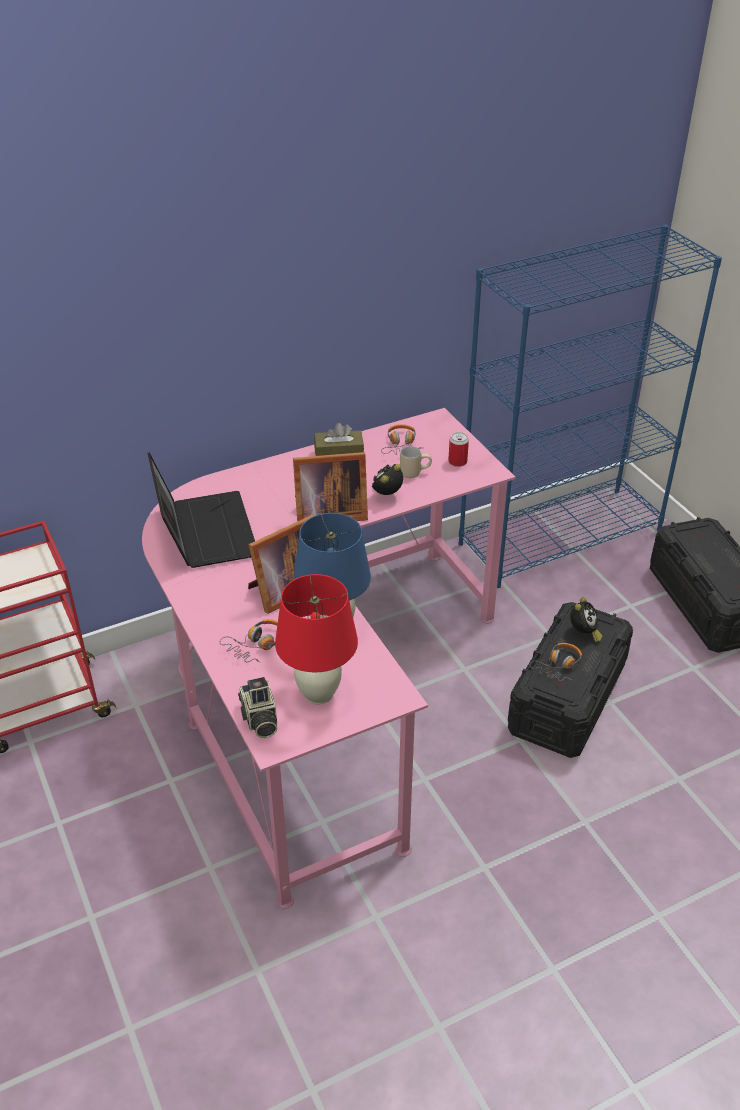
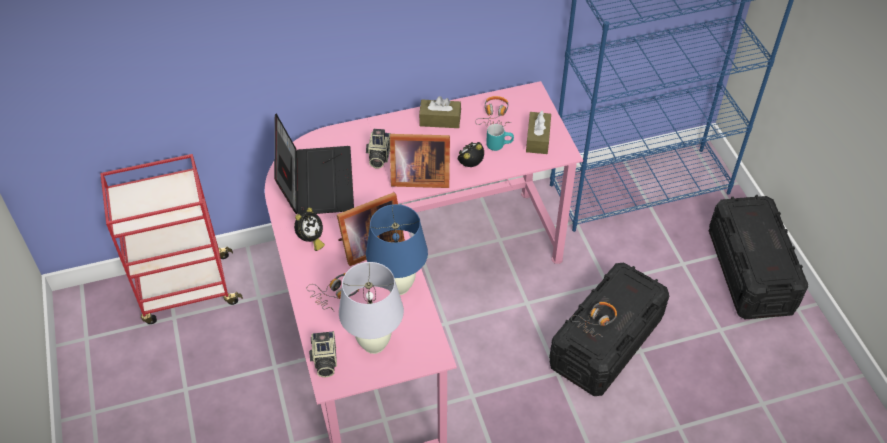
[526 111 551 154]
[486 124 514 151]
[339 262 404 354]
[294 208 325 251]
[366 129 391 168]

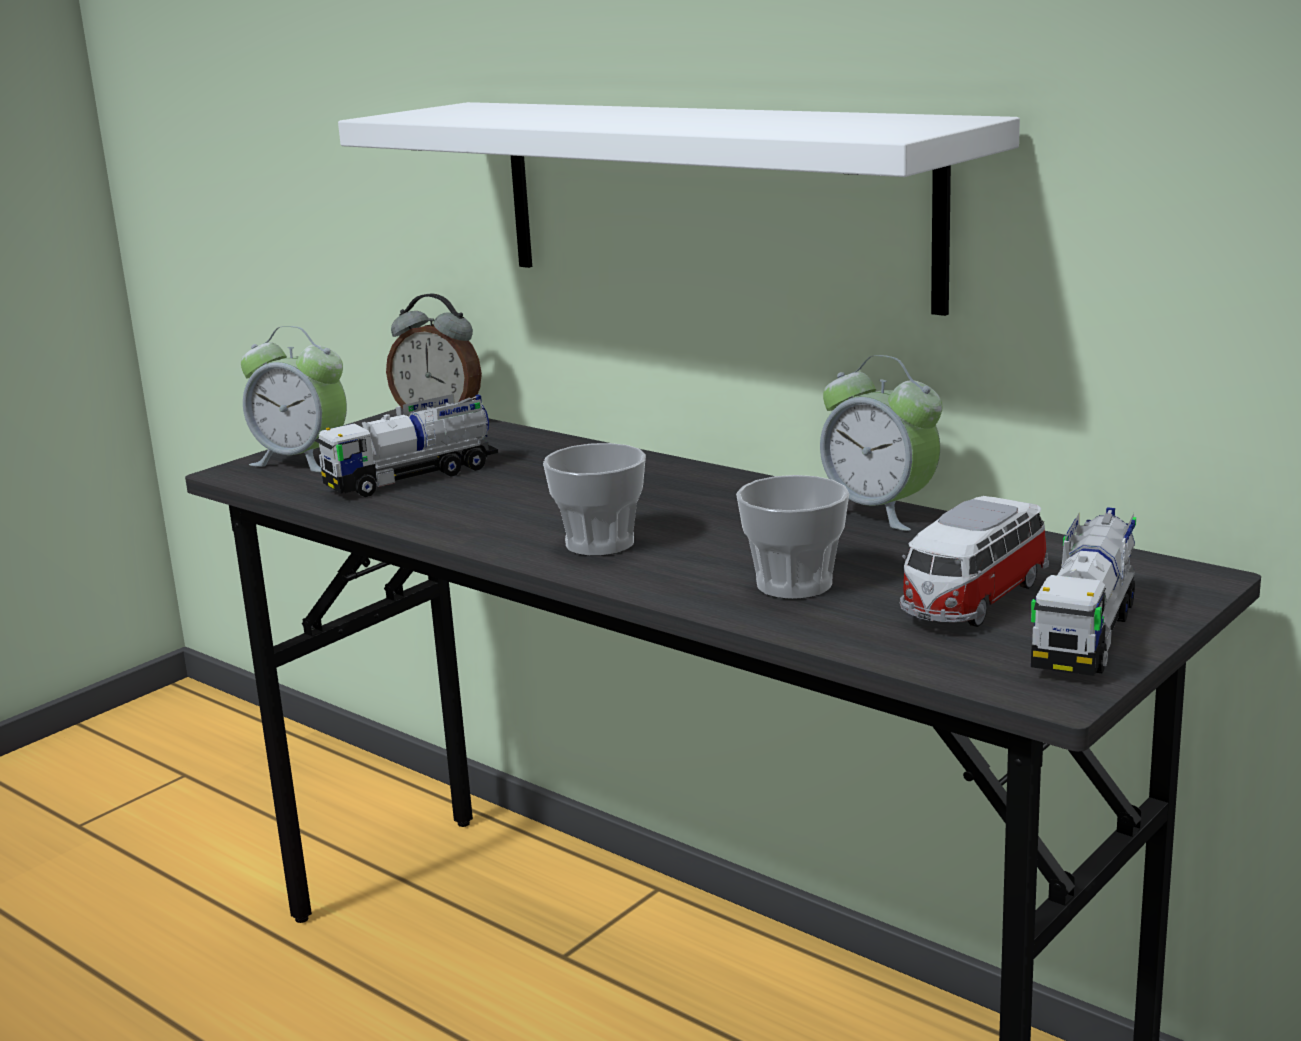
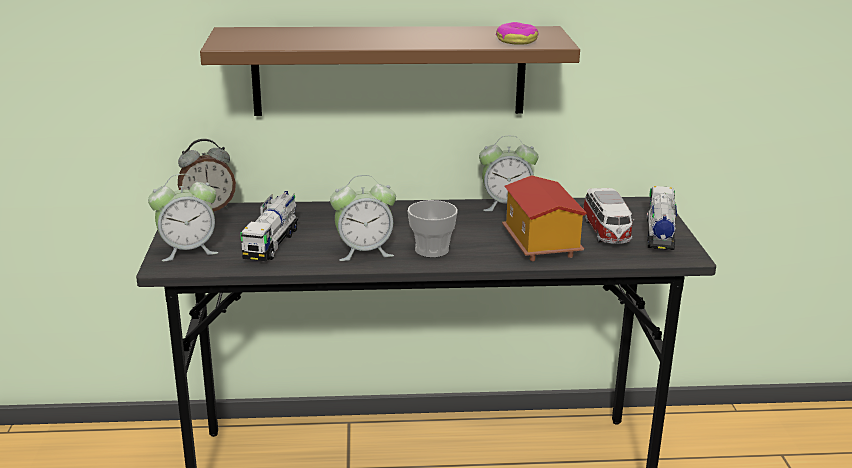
[200 26 580 116]
[502 175 587 261]
[647 186 677 250]
[496 22 539 45]
[330 175 396 261]

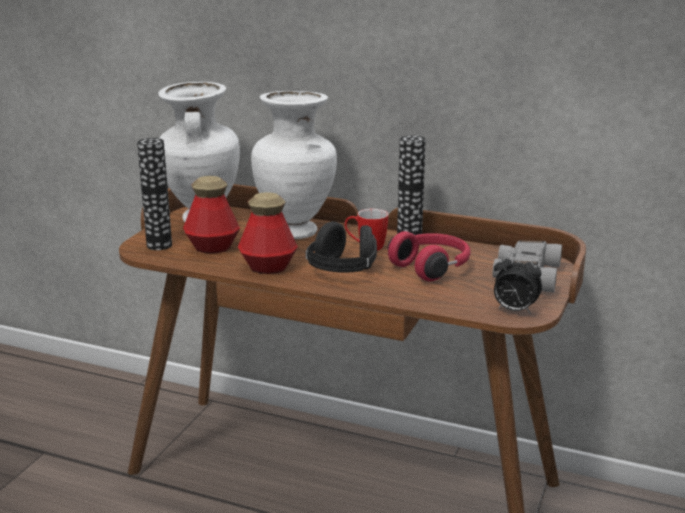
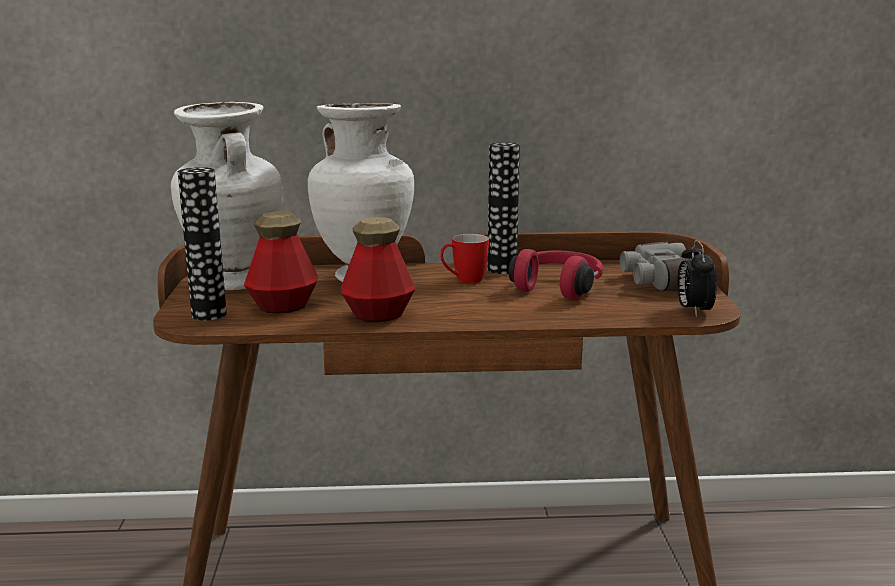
[306 221 377 273] (first image)
[677 240 717 317]

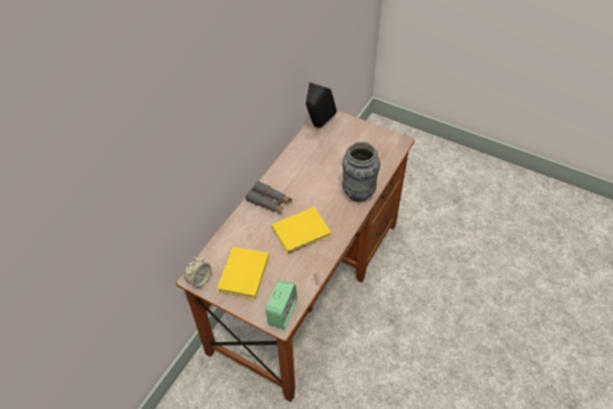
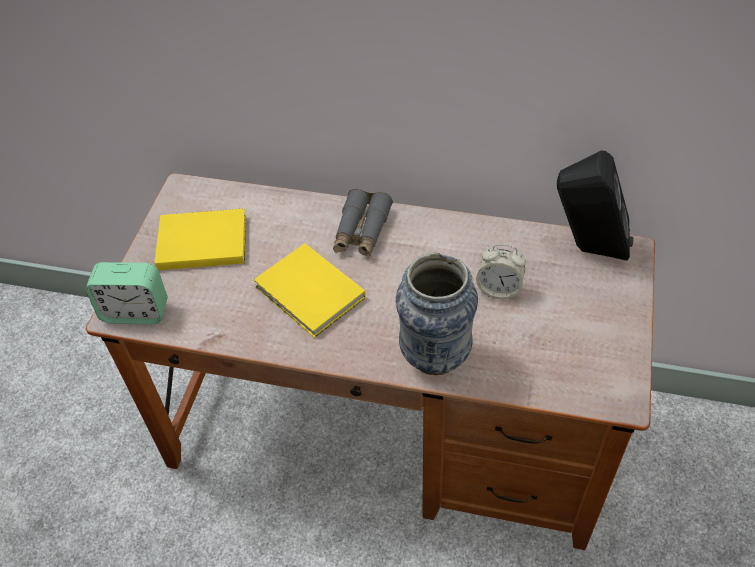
[476 244 526 299]

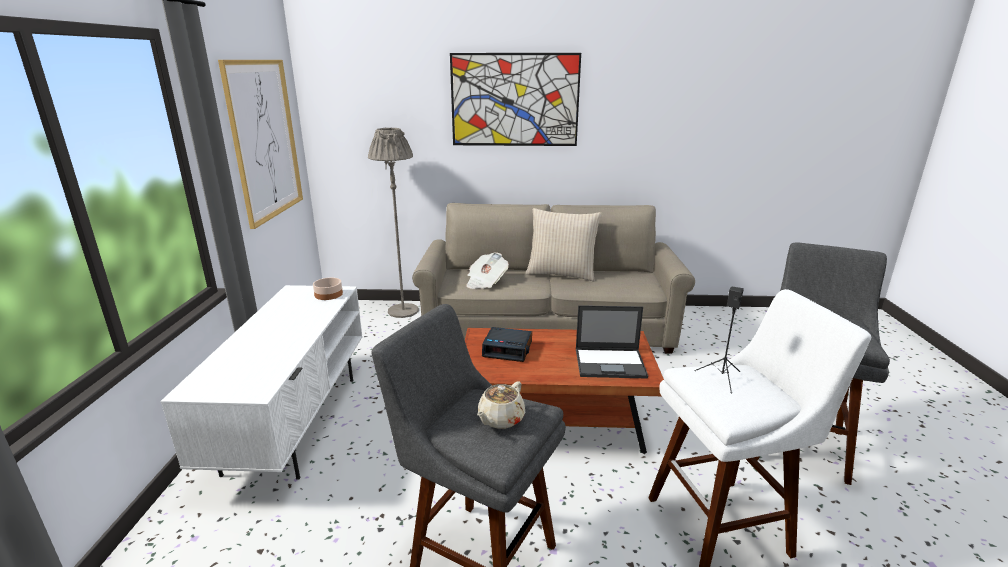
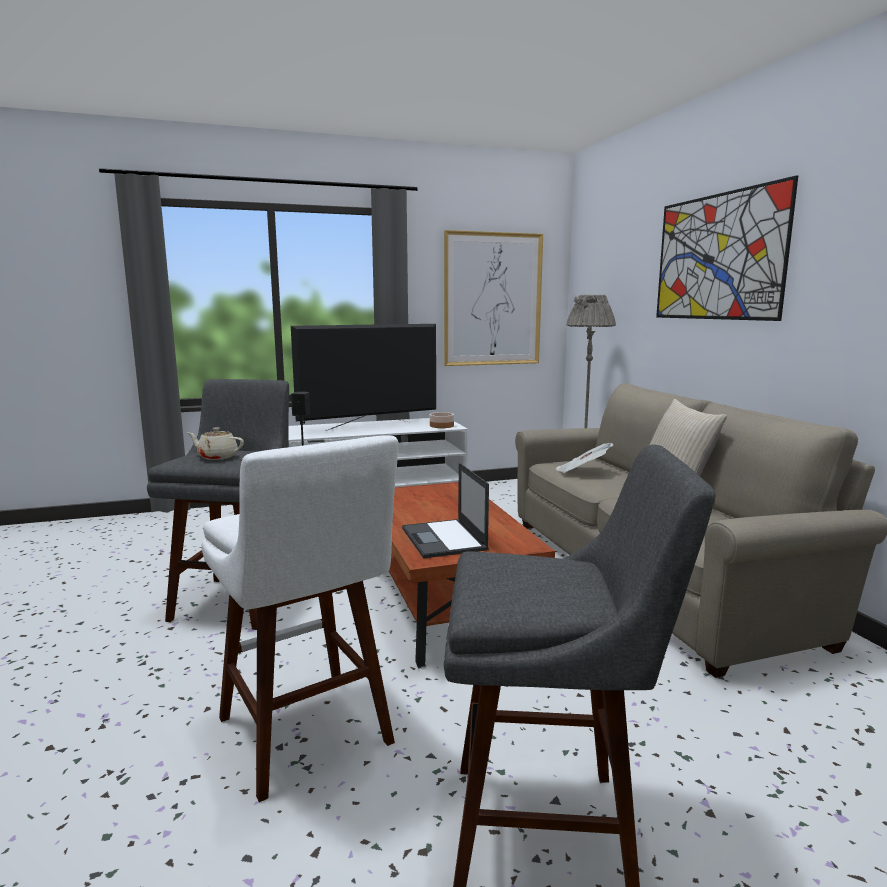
[482 327 532 362] (first image)
[291 324 436 431]

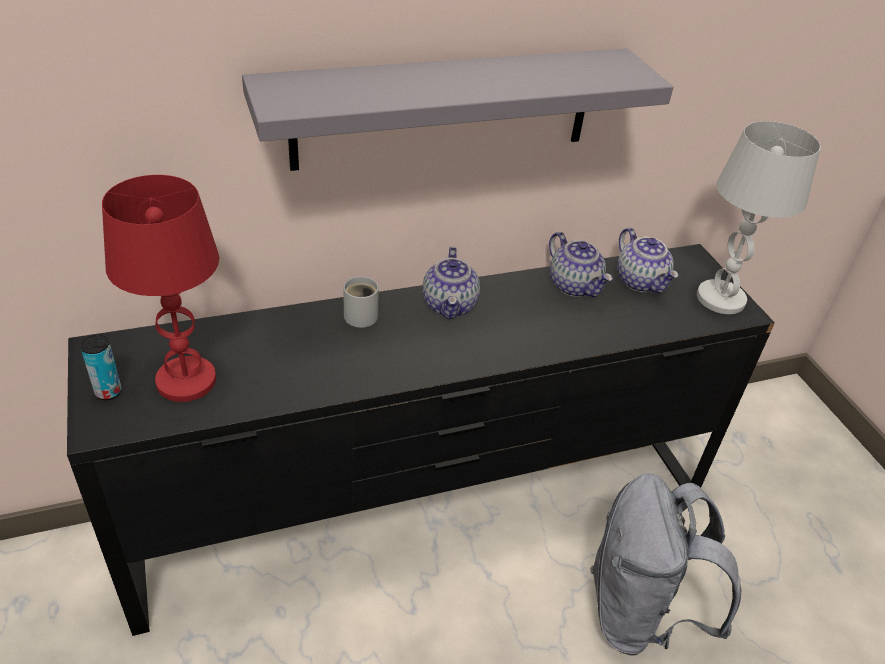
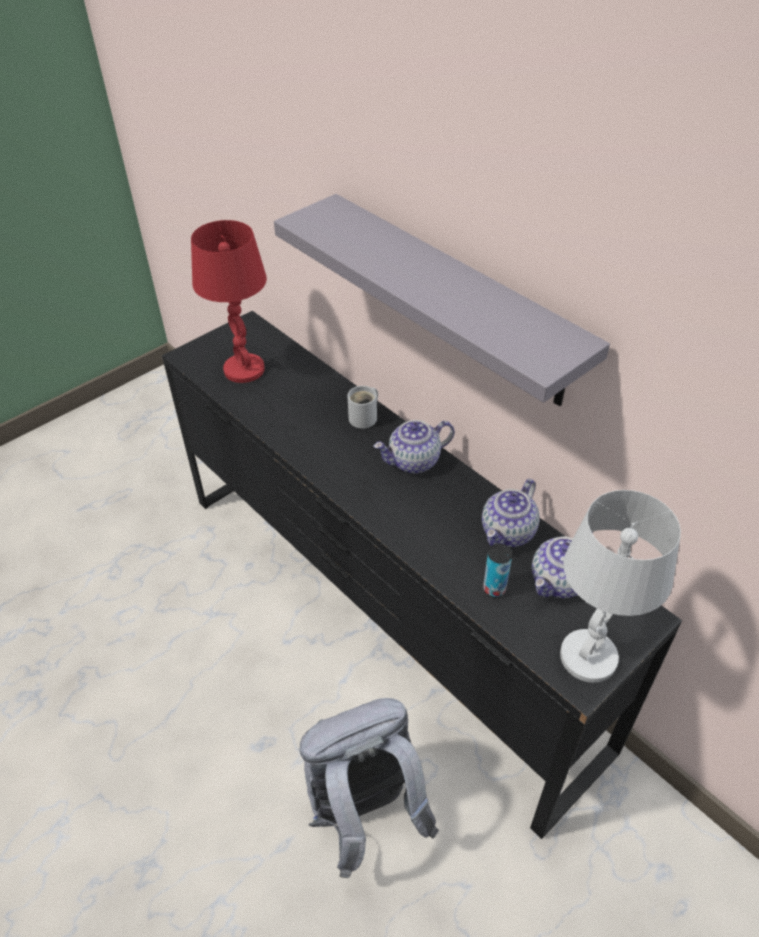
[483 544 512 597]

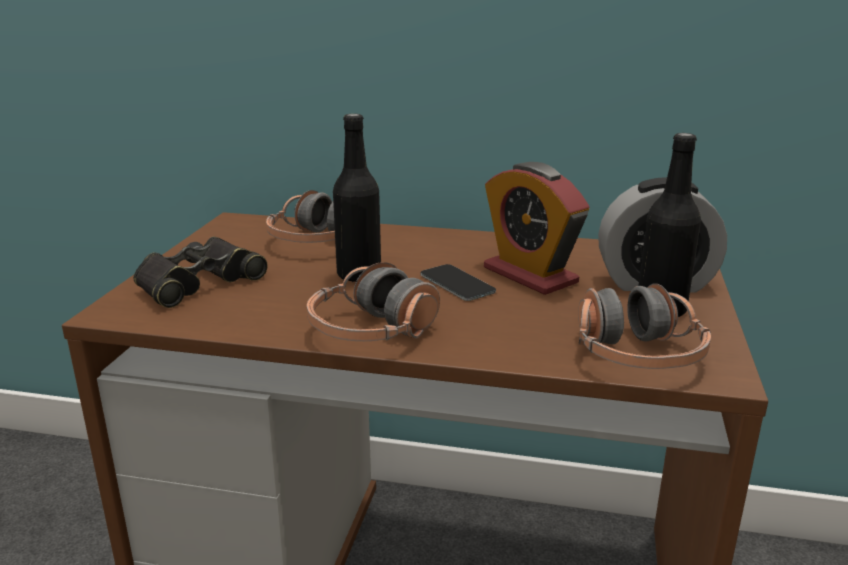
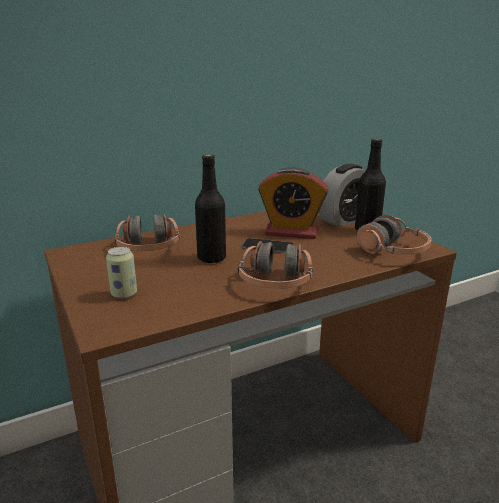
[106 247 137 299]

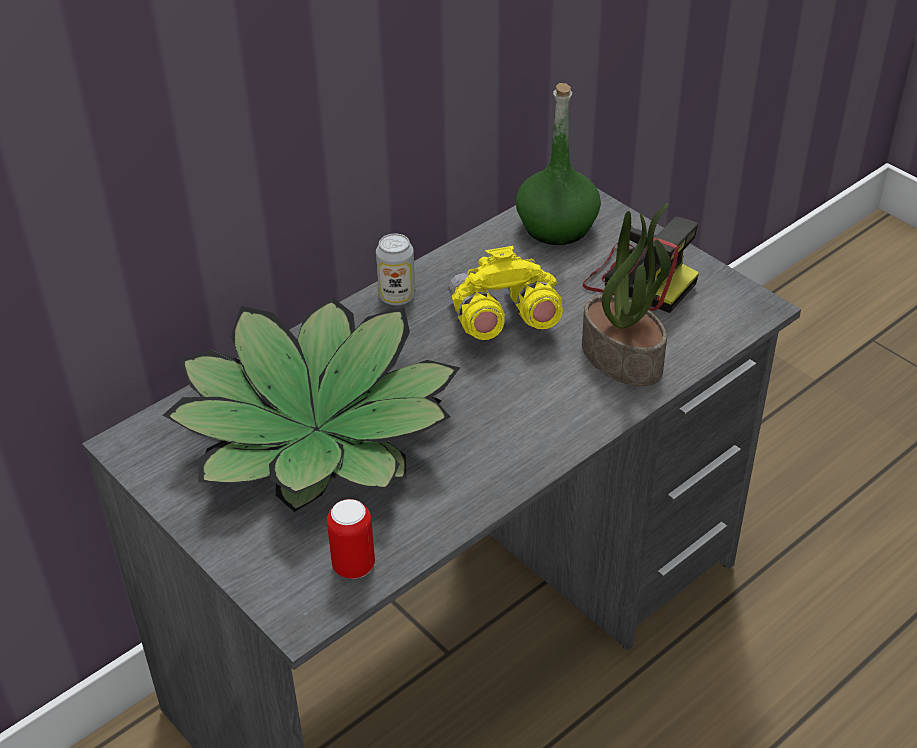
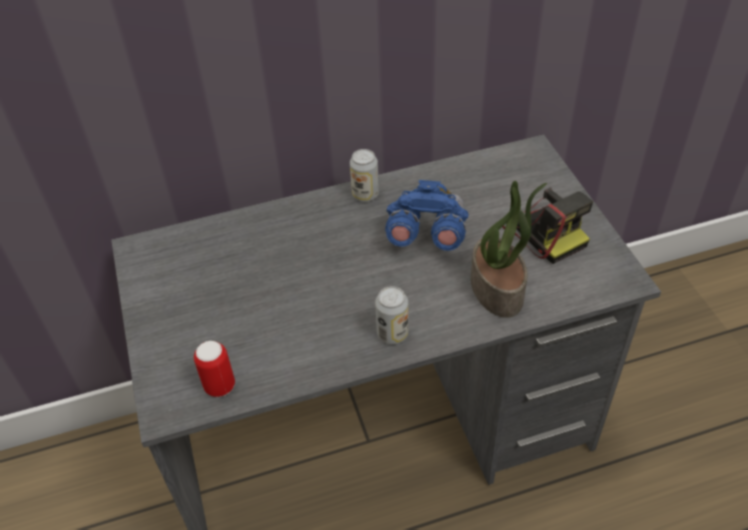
[516 83 601 245] (first image)
[385 180 468 251]
[163 297 460 512] (first image)
[375 286 409 344]

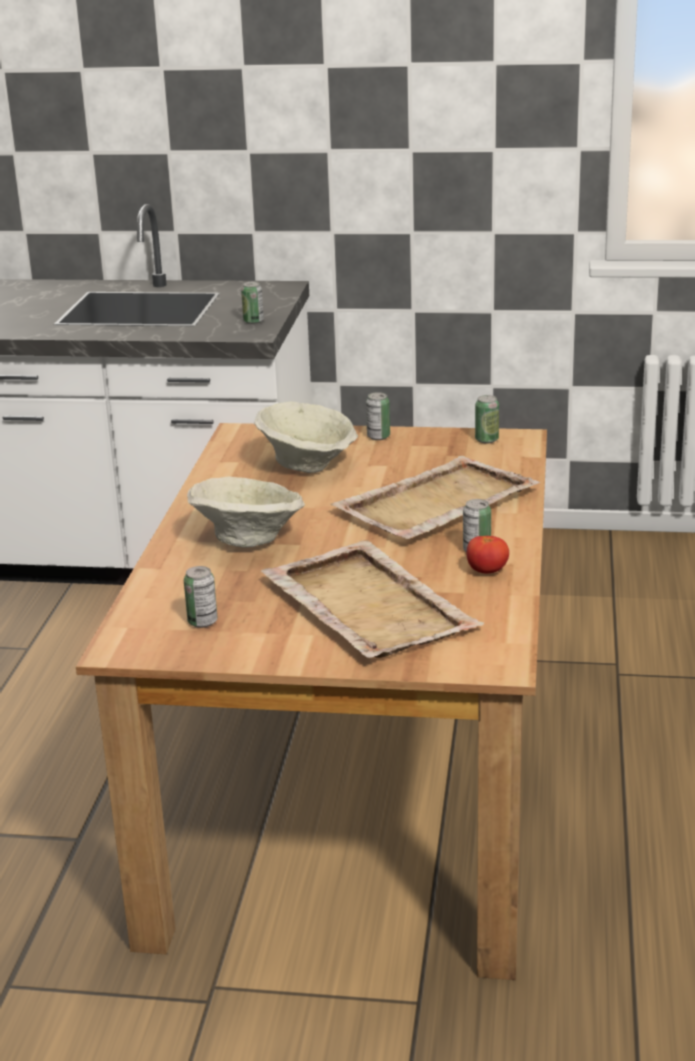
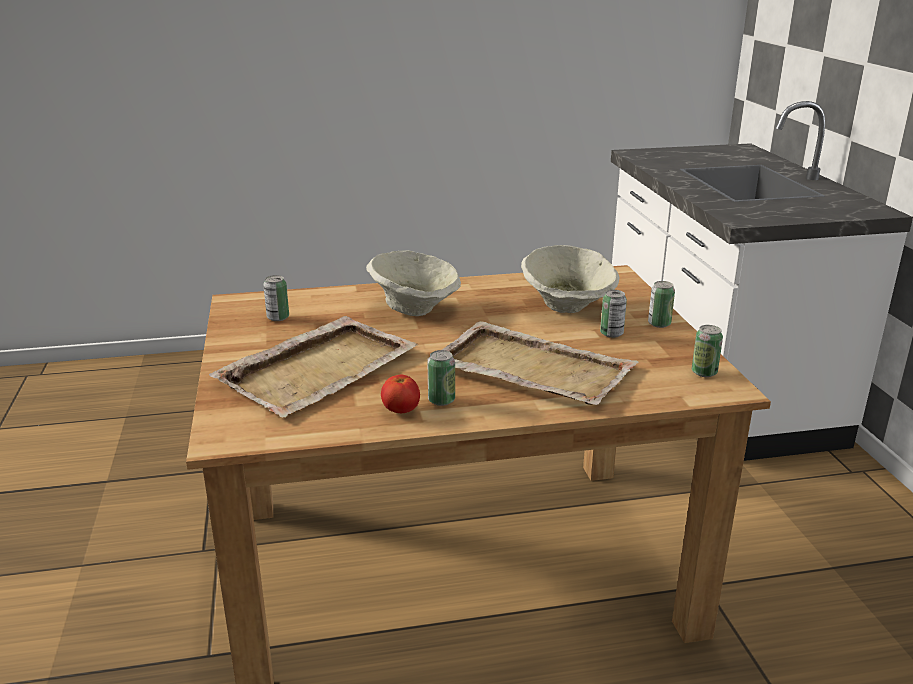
[600 290 627 338]

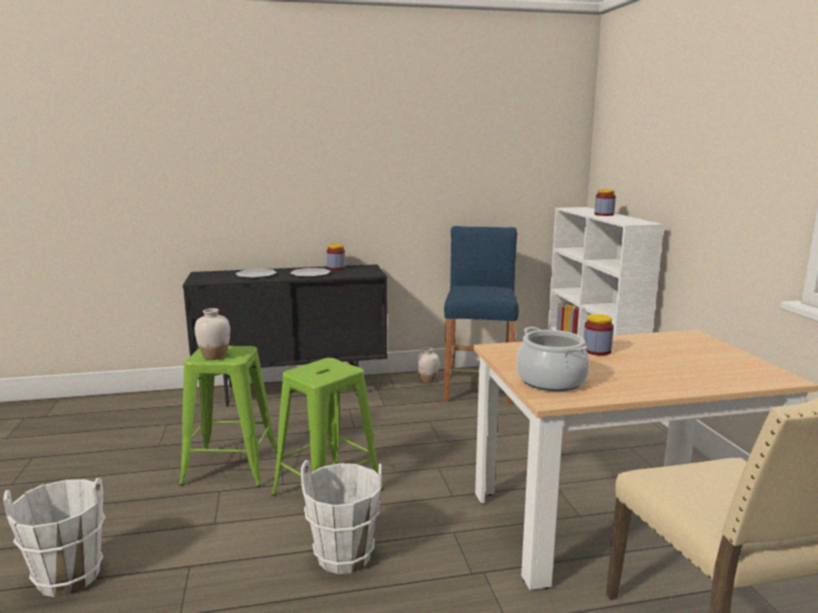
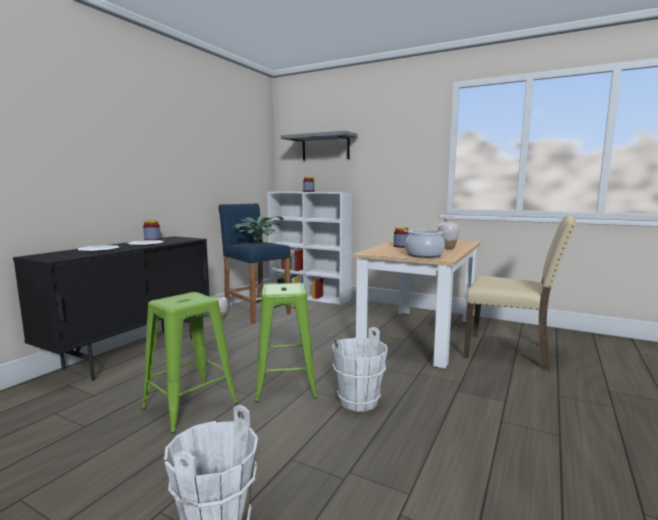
[438 218 459 249]
[281 131 358 160]
[232 216 284 243]

